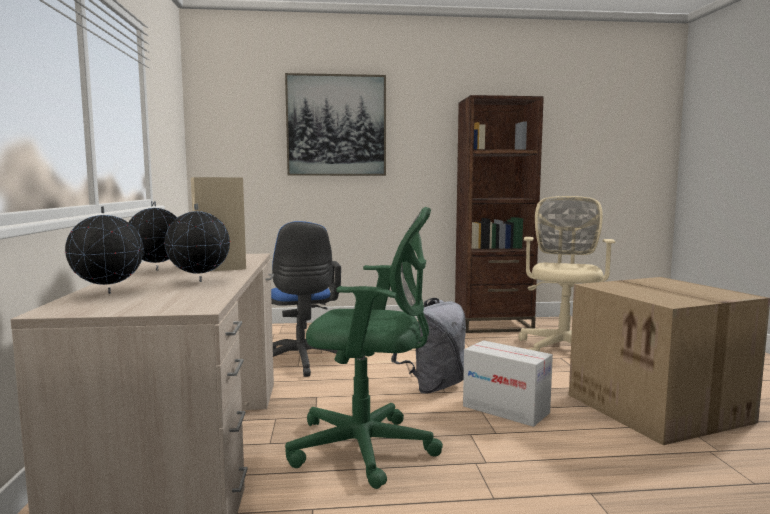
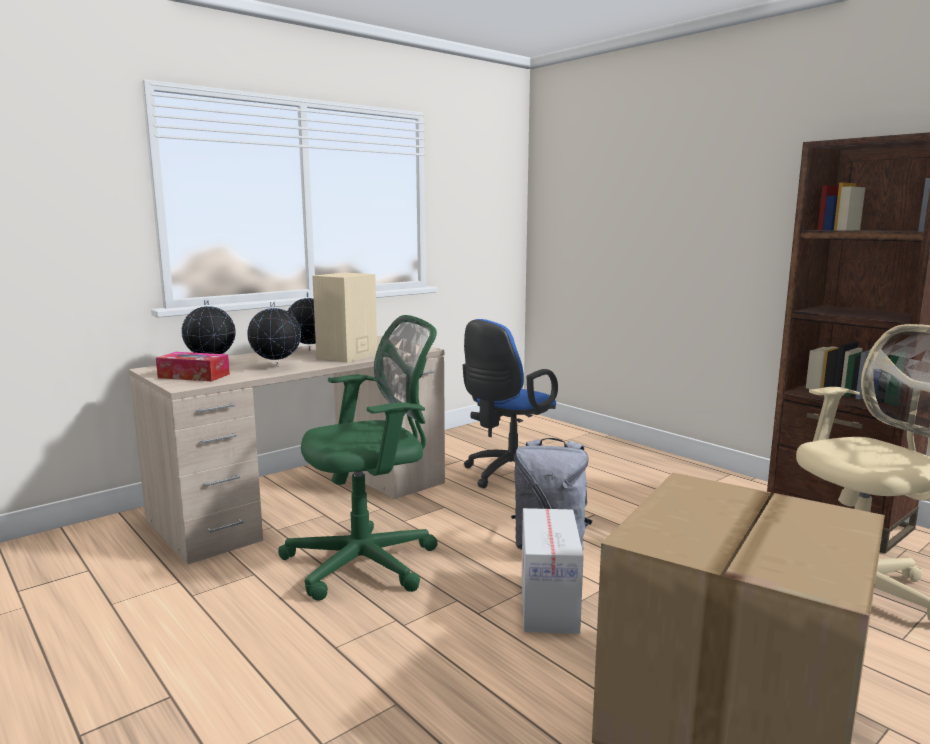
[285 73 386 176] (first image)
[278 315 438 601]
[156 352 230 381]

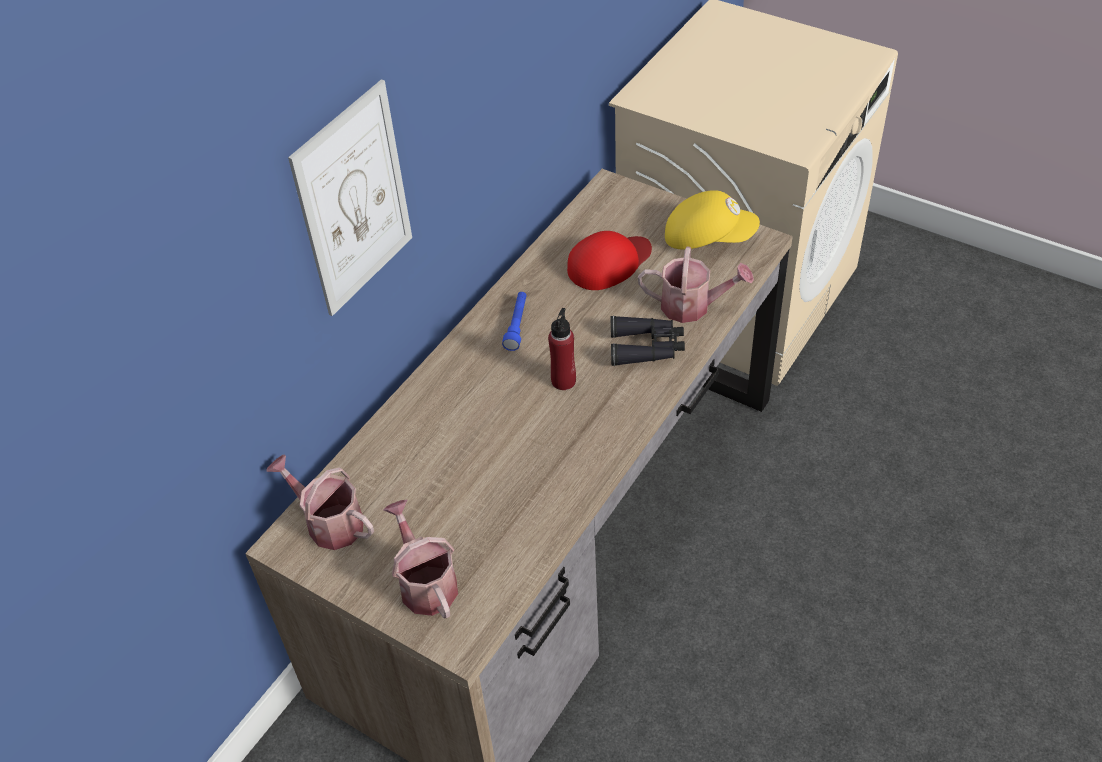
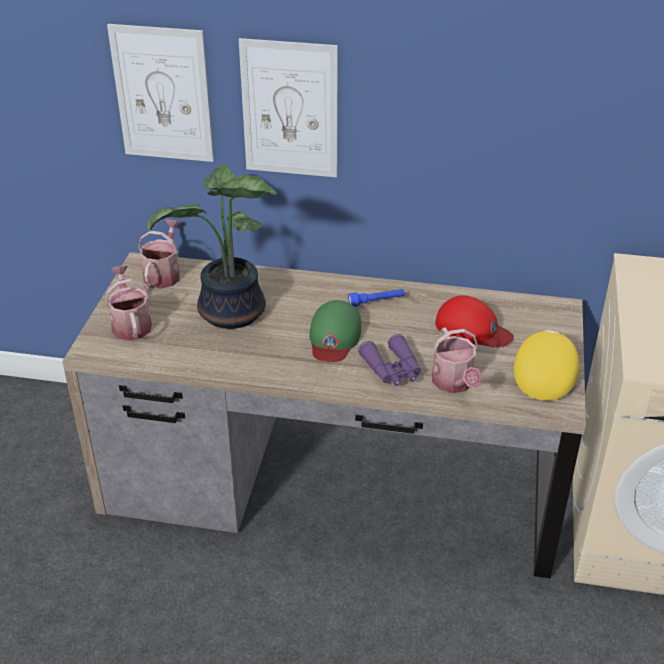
[514 330 580 401]
[309 300 361 362]
[358 334 421 386]
[105 266 152 341]
[107 24 214 162]
[147 164 277 329]

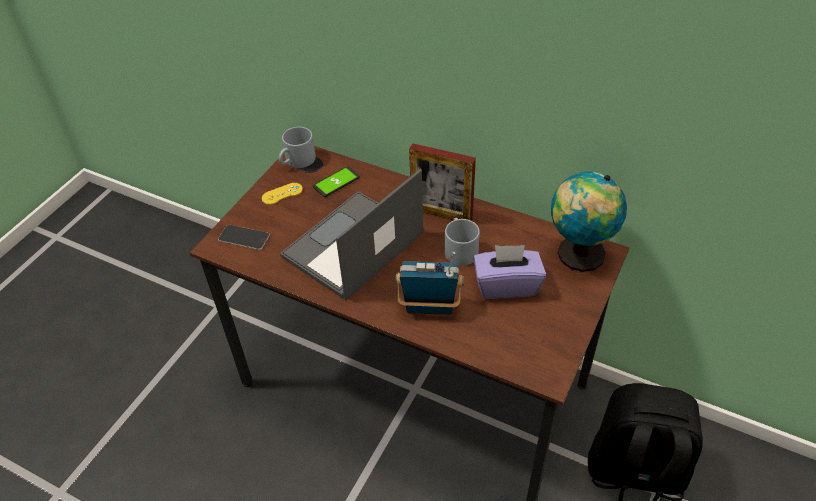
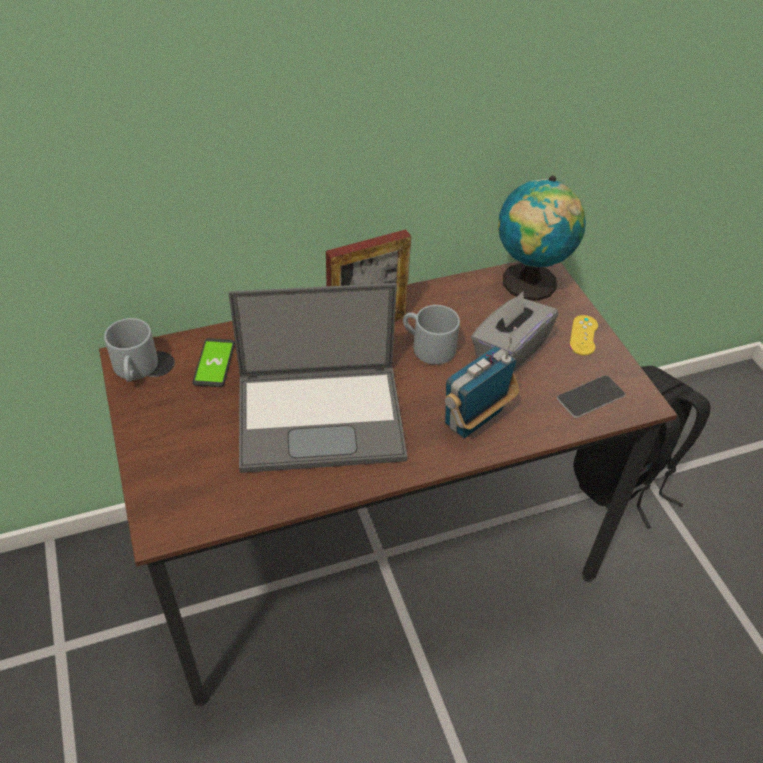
[228 283 407 473]
[570 315 598 356]
[557 375 626 418]
[471 292 558 371]

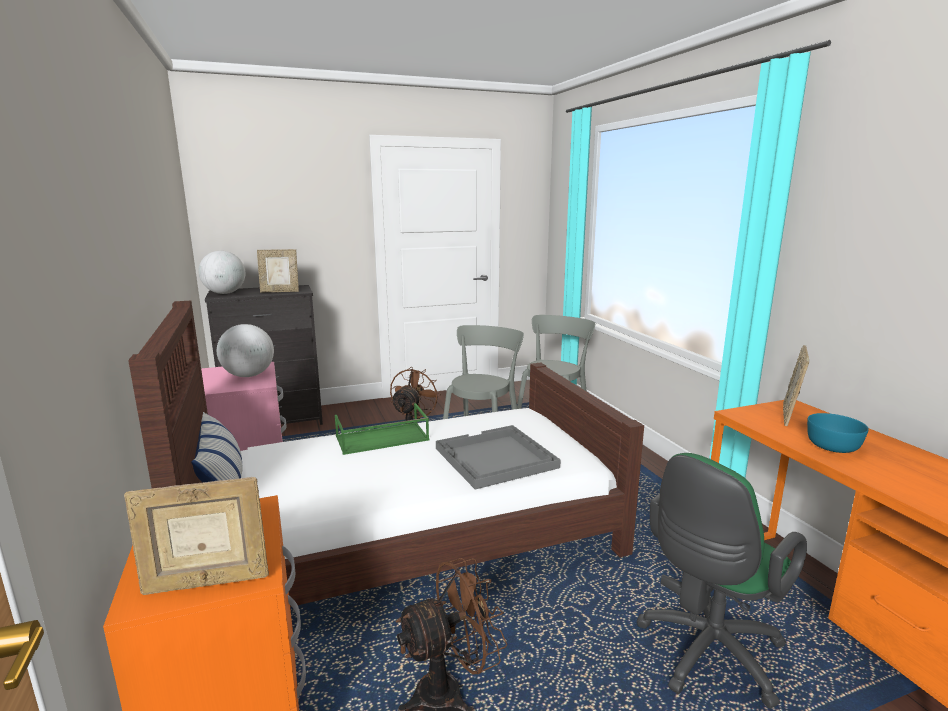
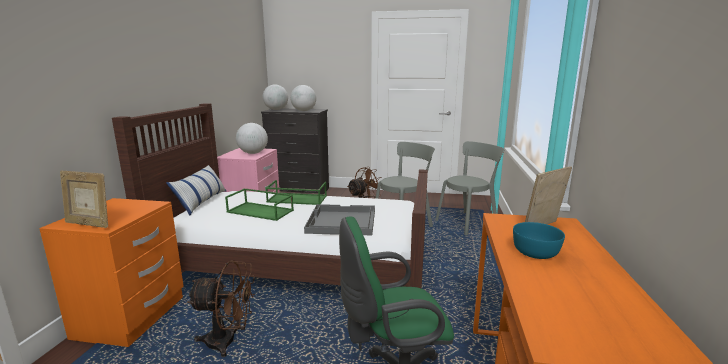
[290 85 316 111]
[225 188 294 221]

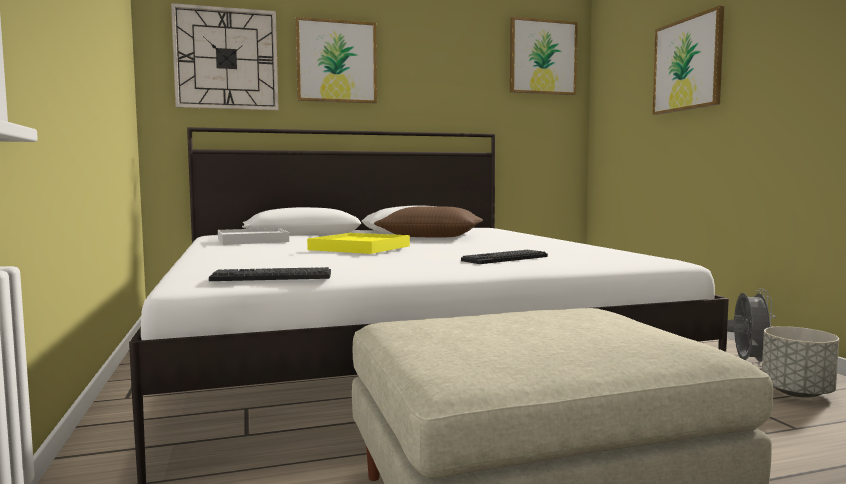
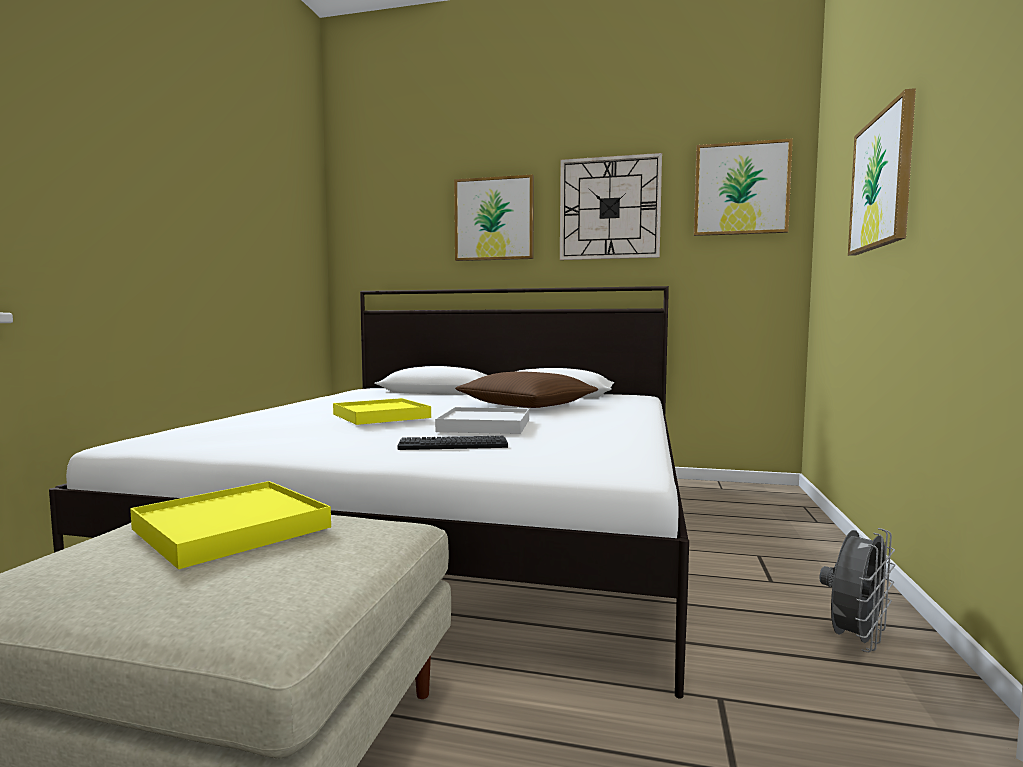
[560 153 662 260]
[435 407 529 434]
[209 267 331 281] (first image)
[762 326 839 398] (first image)
[130 481 331 569]

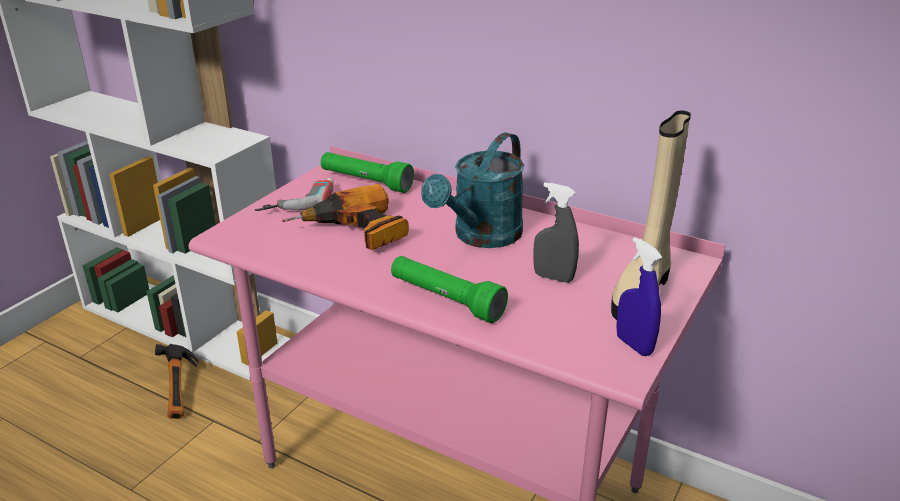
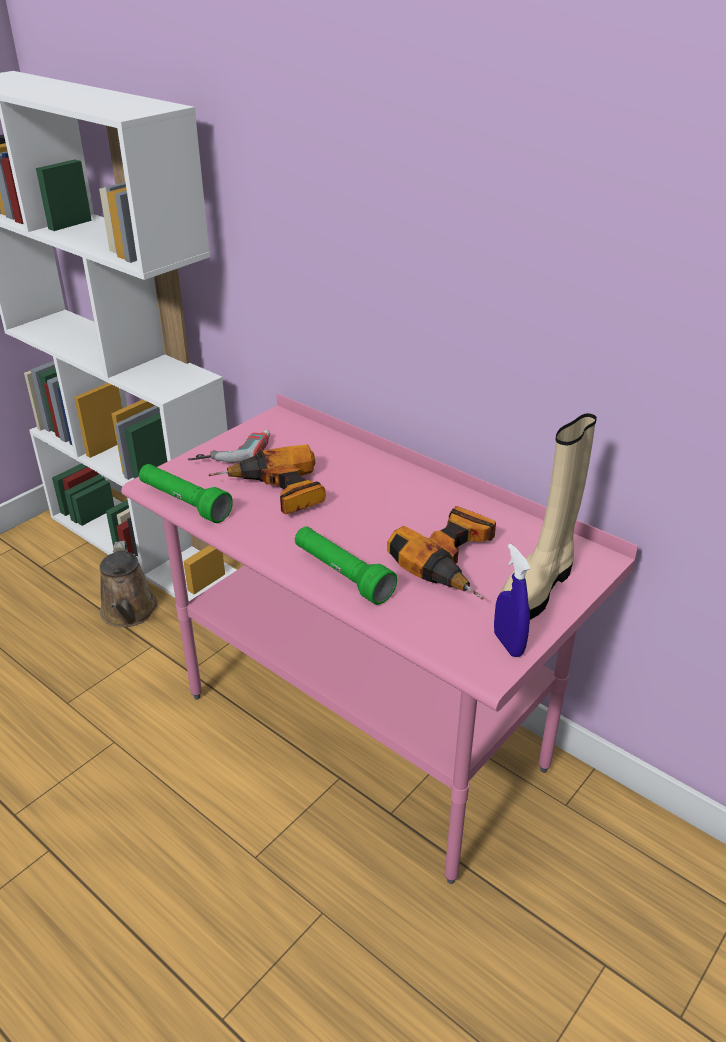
[421 132 524 248] (first image)
[139 464 233 523]
[387 506 496 599]
[100 541 158 627]

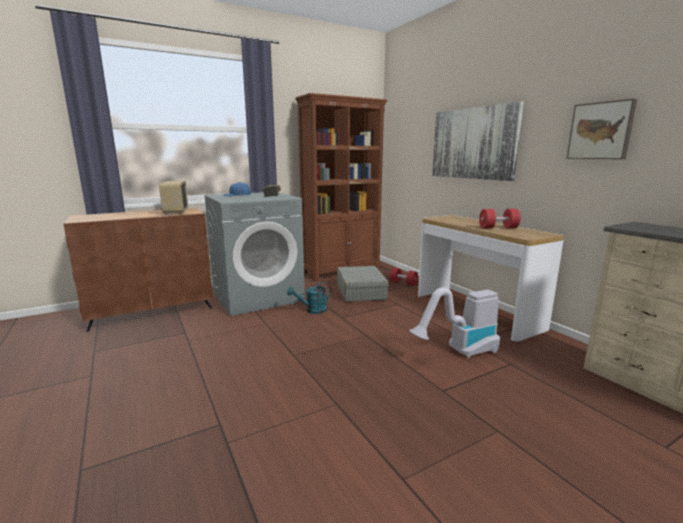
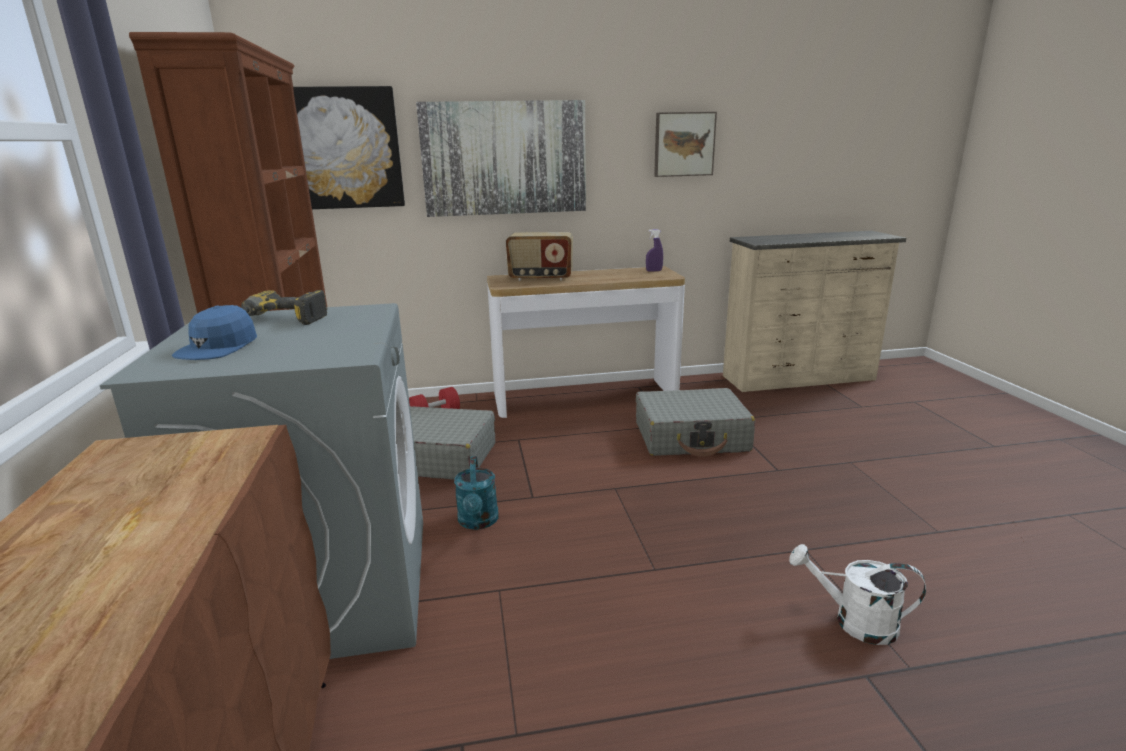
[506 232 573 281]
[479 209 521 228] (first image)
[636 388 755 457]
[293 86 405 209]
[646 229 663 272]
[789 544 926 645]

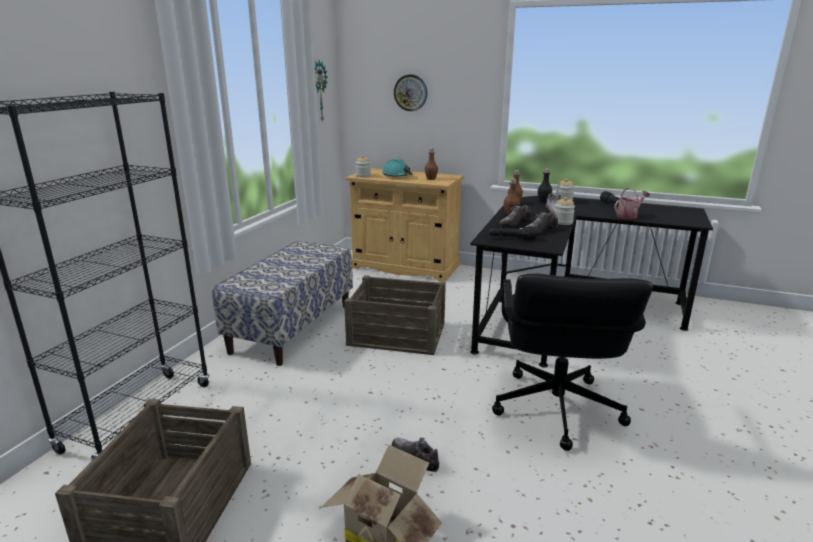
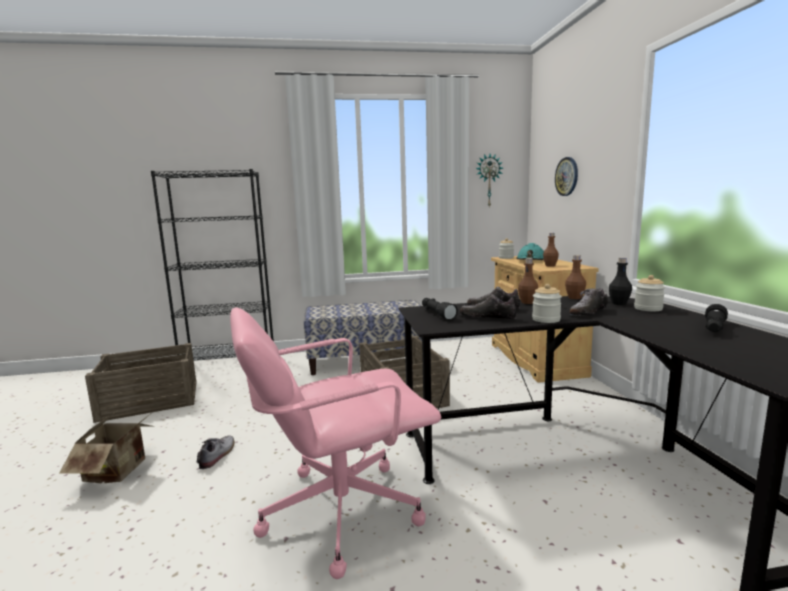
[614 187 650 219] (first image)
[230 307 441 579]

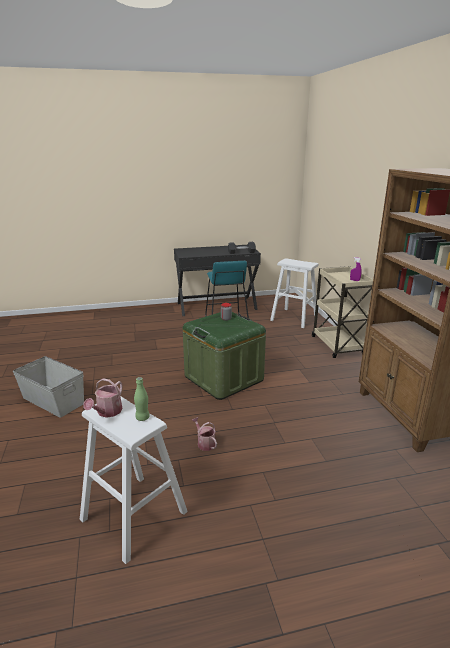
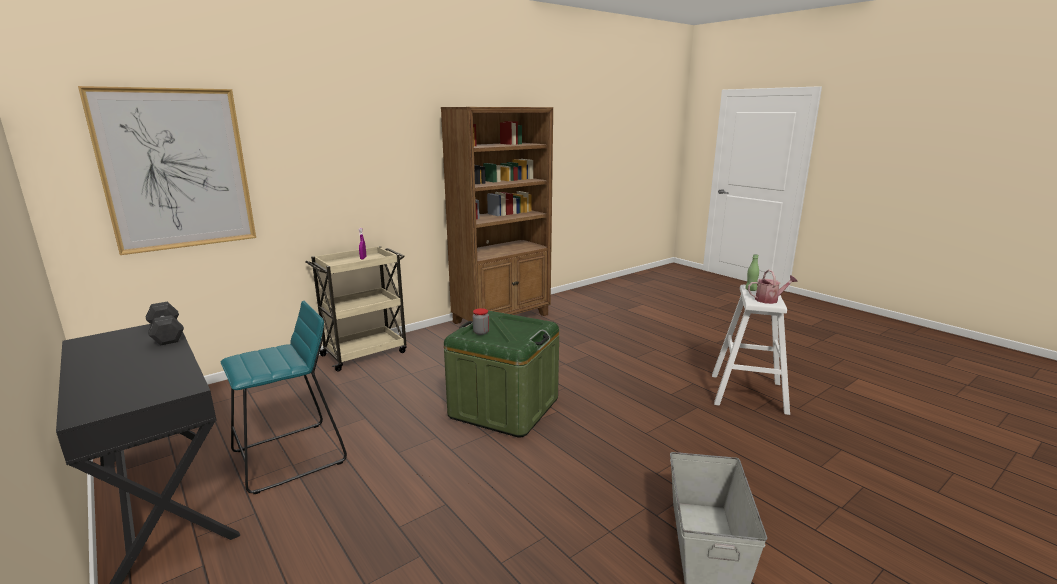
[270 258 319 328] (first image)
[192 417 217 451] (first image)
[78 86 256 255]

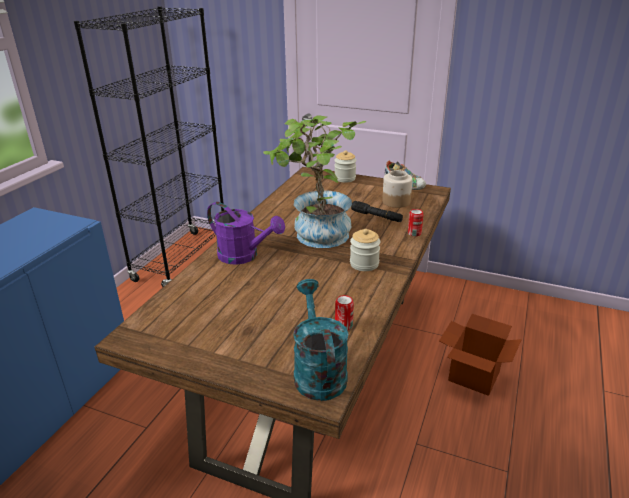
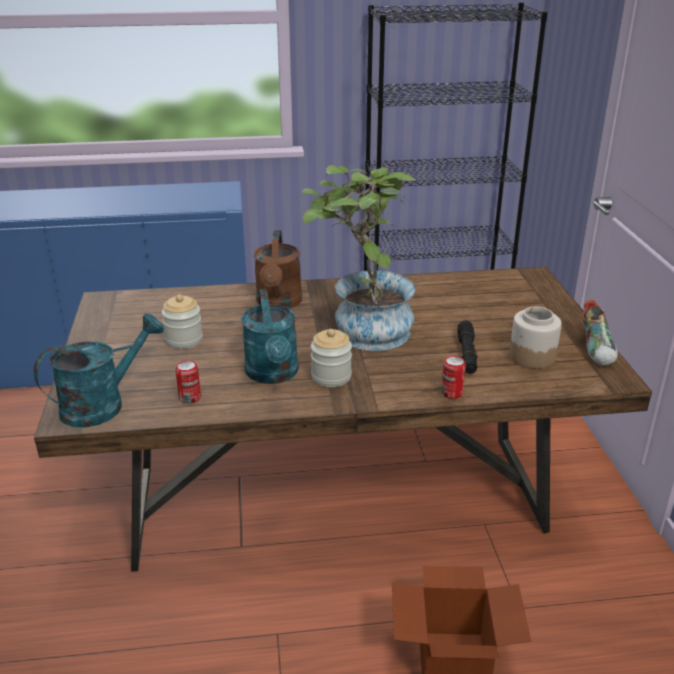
[161 295 203 349]
[254 230 302 309]
[241 289 299 384]

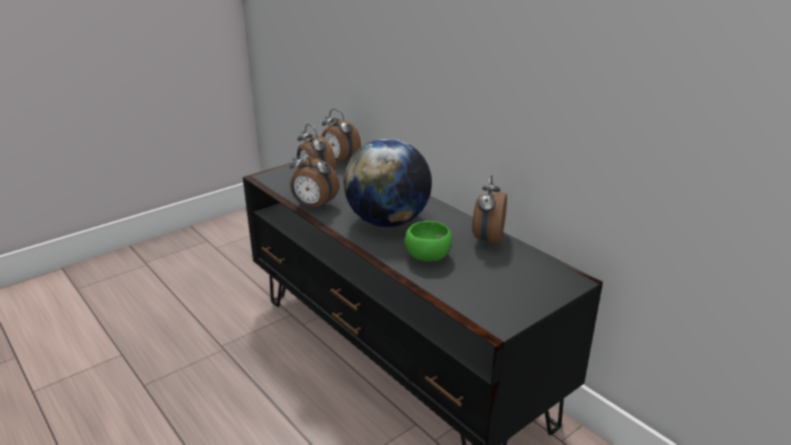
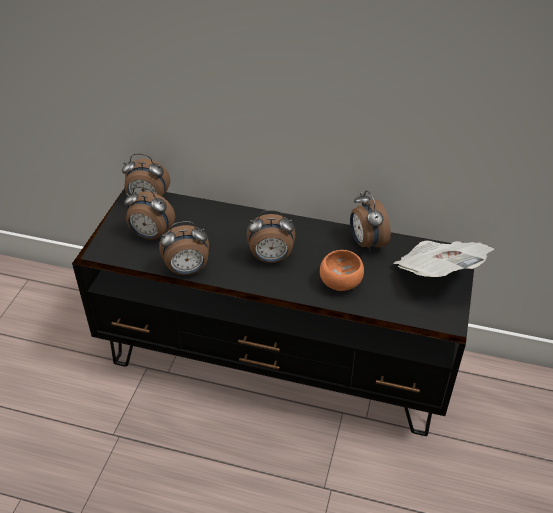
[247 210 295 263]
[320 250 364 291]
[393 240 494 277]

